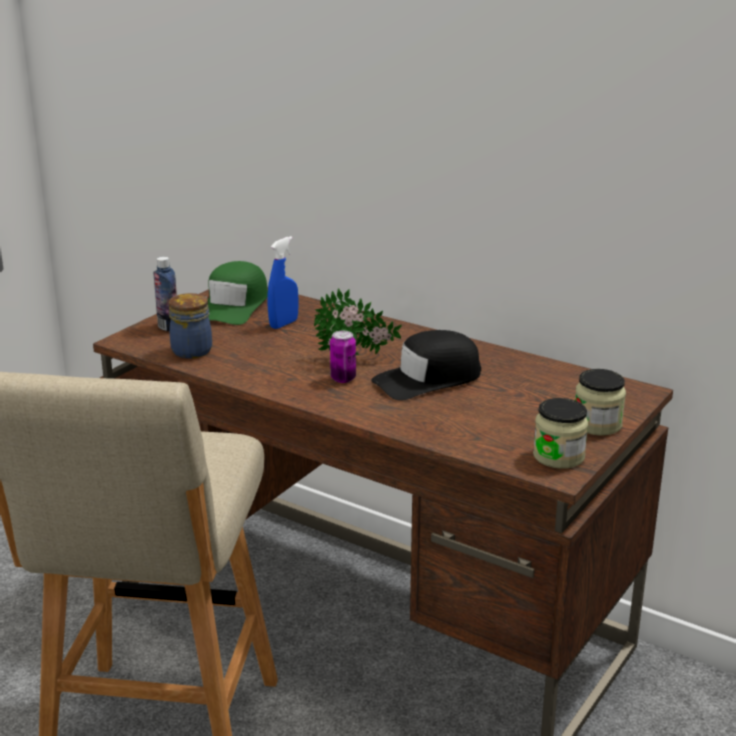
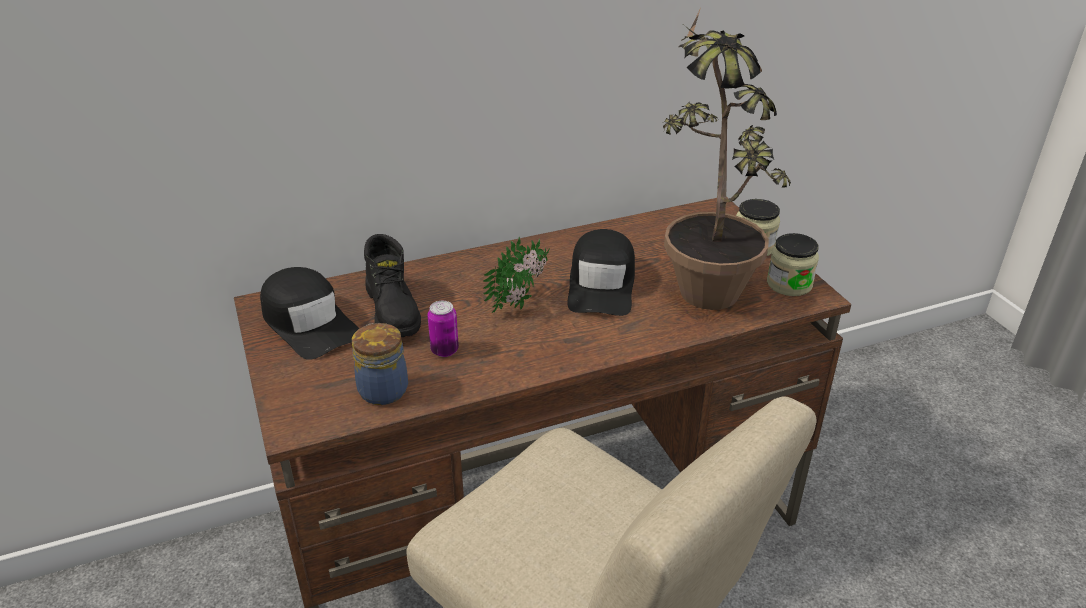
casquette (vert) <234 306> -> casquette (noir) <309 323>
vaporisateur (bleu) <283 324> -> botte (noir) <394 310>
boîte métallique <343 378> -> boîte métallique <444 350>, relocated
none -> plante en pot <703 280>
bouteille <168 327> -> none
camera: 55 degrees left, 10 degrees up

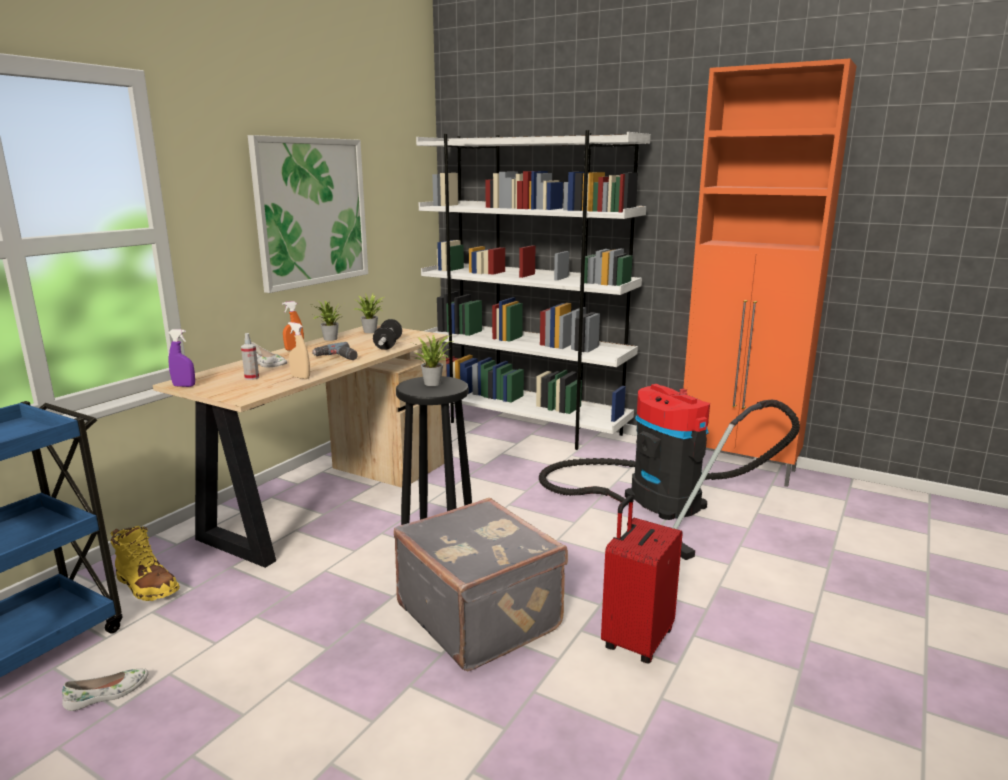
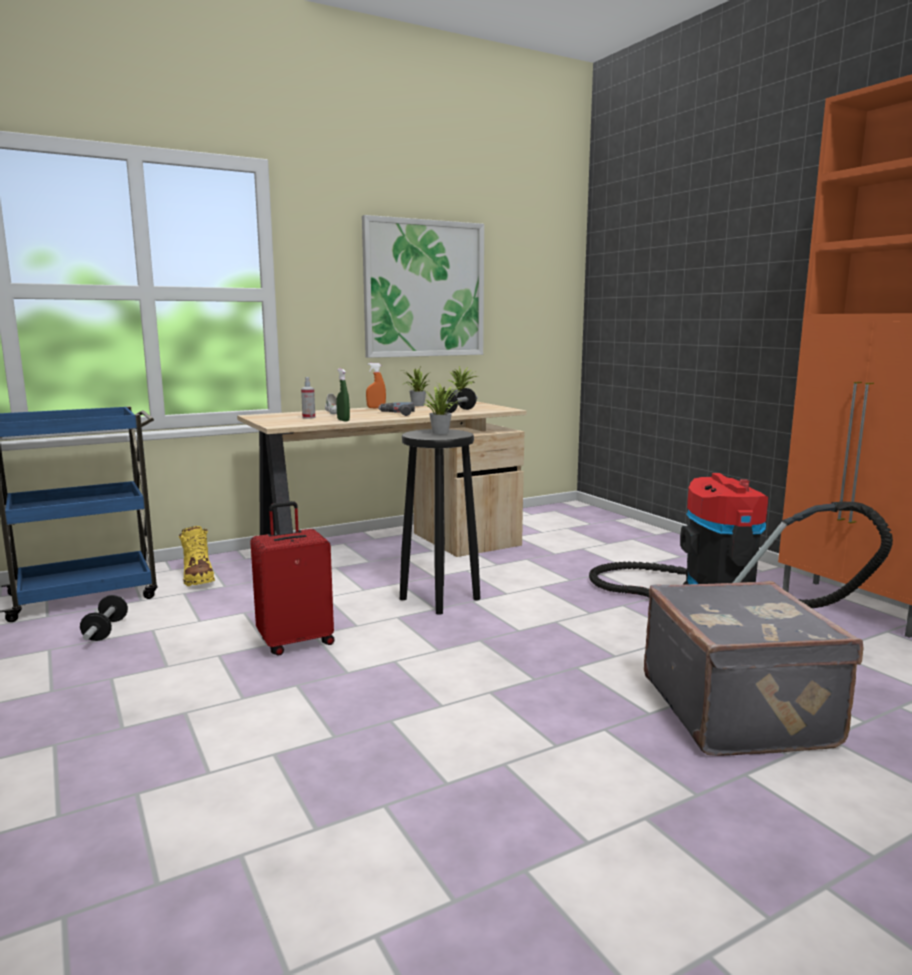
chaussure (blanc) <108 694> -> haltère <106 630>
valise (rouge) <636 640> -> valise (rouge) <296 642>, relocated
vaporisateur (beige) <300 377> -> vaporisateur (vert) <343 420>
valise (gris) <480 615> -> valise (gris) <739 710>, relocated
vaporisateur (violet) <184 386> -> none
bibliothèque (blanc) <525 426> -> none
camera: 30 degrees right, 5 degrees down

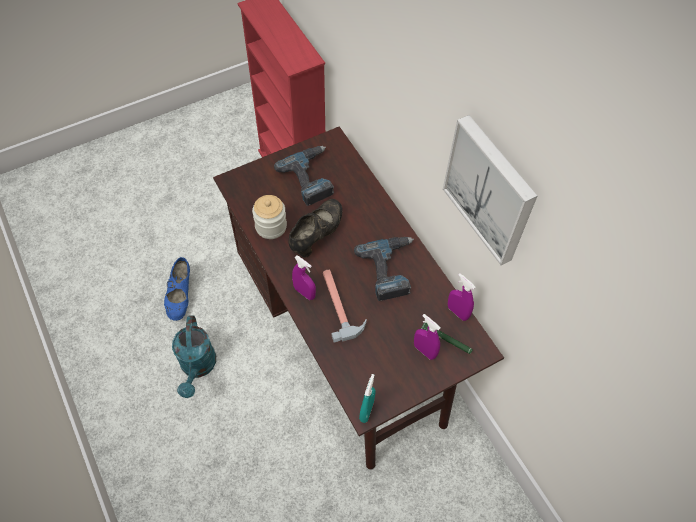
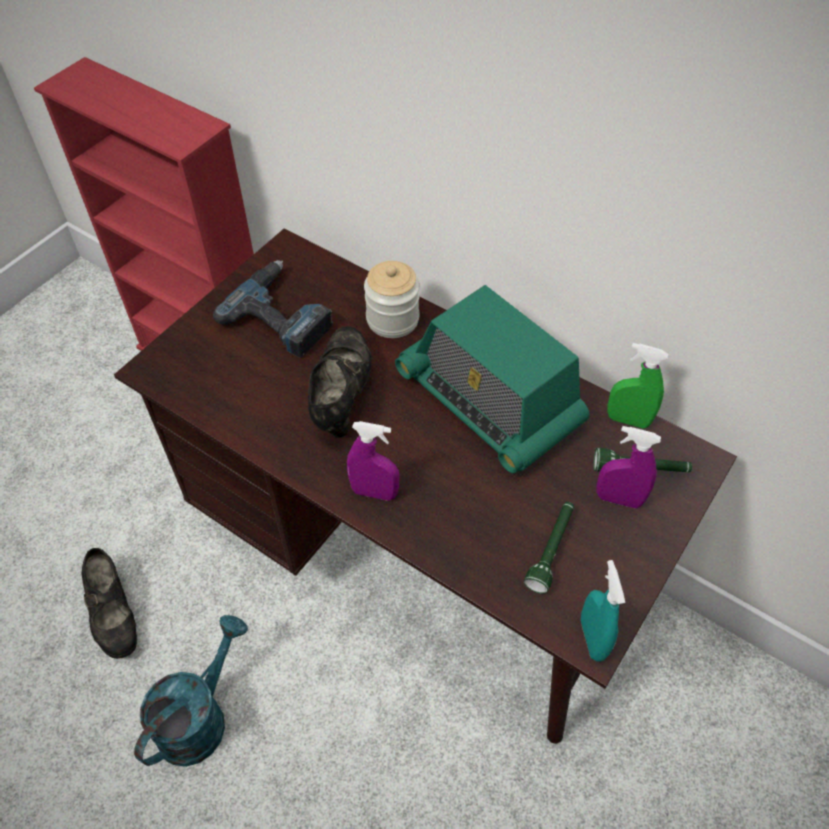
chaussure (bleu) <180 296> -> chaussure (noir) <115 615>
arrosoir (turquoise) <197 367> -> arrosoir (turquoise) <200 716>, 120 degrees counterclockwise
bocal <271 226> -> bocal <392 319>, relocated
perceuse <390 270> -> radio <489 400>
none -> lampe de poche (vert) <551 550>
vaporisateur (violet) <457 312> -> vaporisateur (vert) <628 420>
marteau <340 305> -> none
tableau <491 189> -> none
camera: 25 degrees left, 5 degrees down

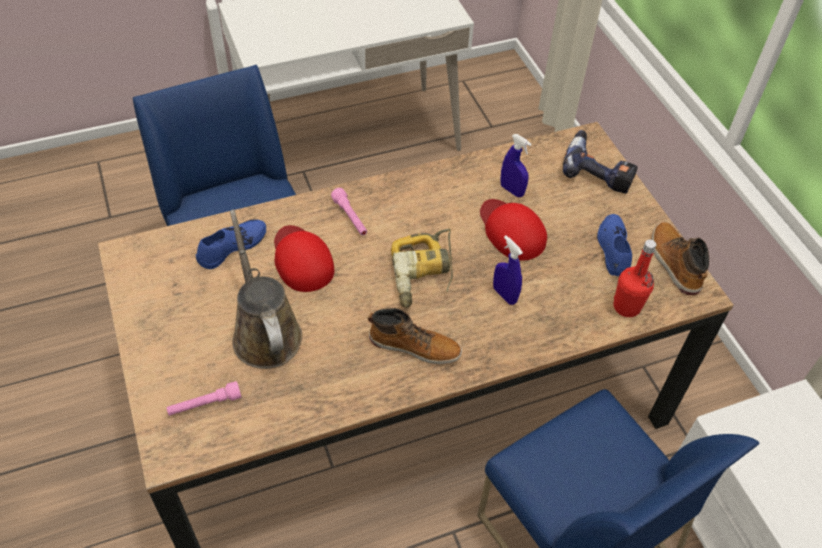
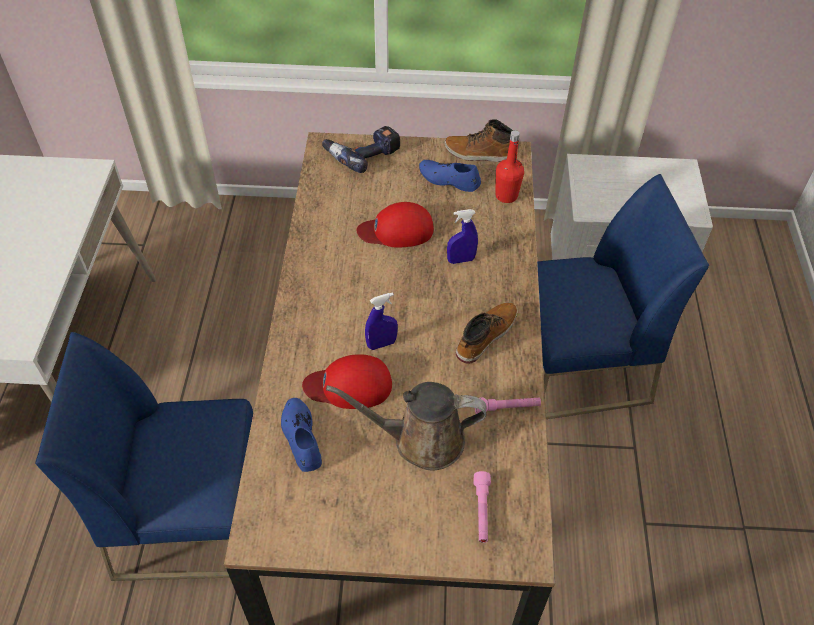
vaporisateur (bleu) <512 190> -> vaporisateur (bleu) <381 344>, relocated
lampe de poche (rose) <350 217> -> lampe de poche (rose) <507 408>, relocated
perceuse <424 274> -> none
camera: 65 degrees left, 0 degrees up

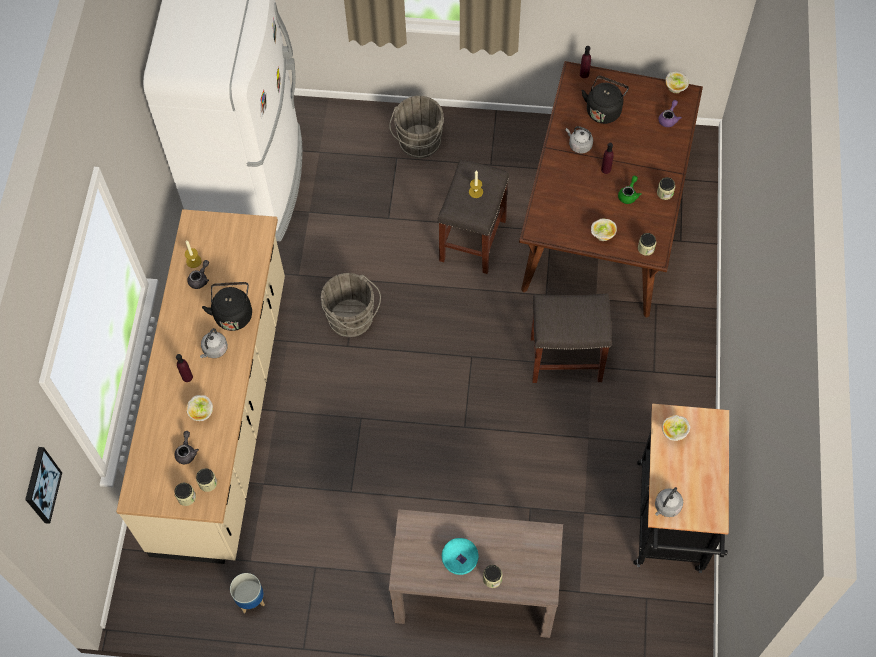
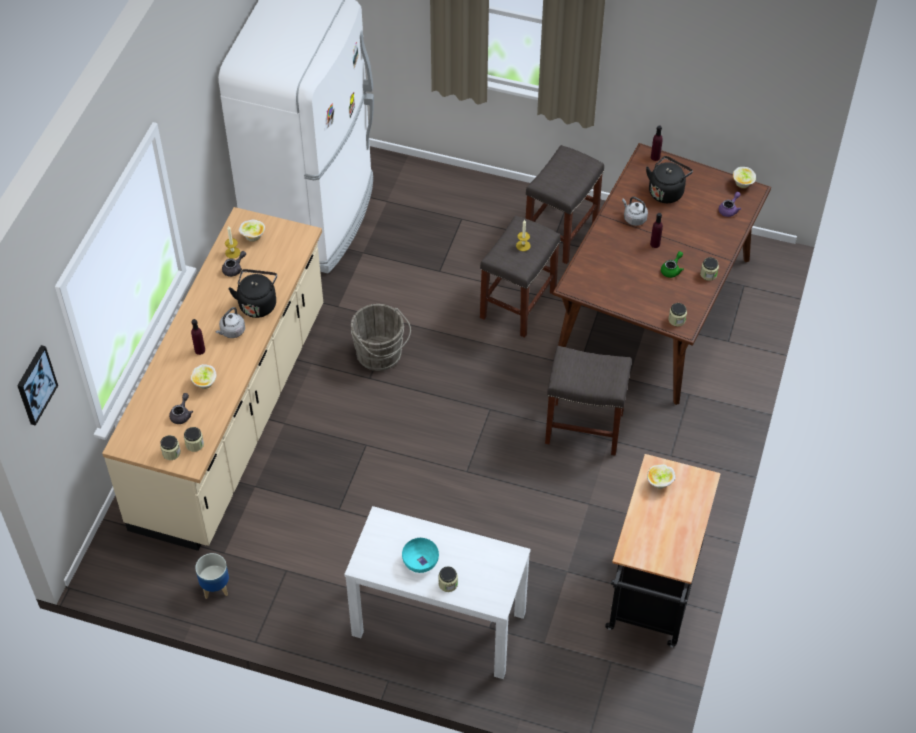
bol <602 235> -> bol <253 237>, relocated
table console (marron) <474 593> -> table console (blanc) <438 624>
none -> tabouret (gris) <561 232>
seau (gris) <418 144> -> none
bouilloire (gris) <666 507> -> none
camera: 10 degrees right, 10 degrees down

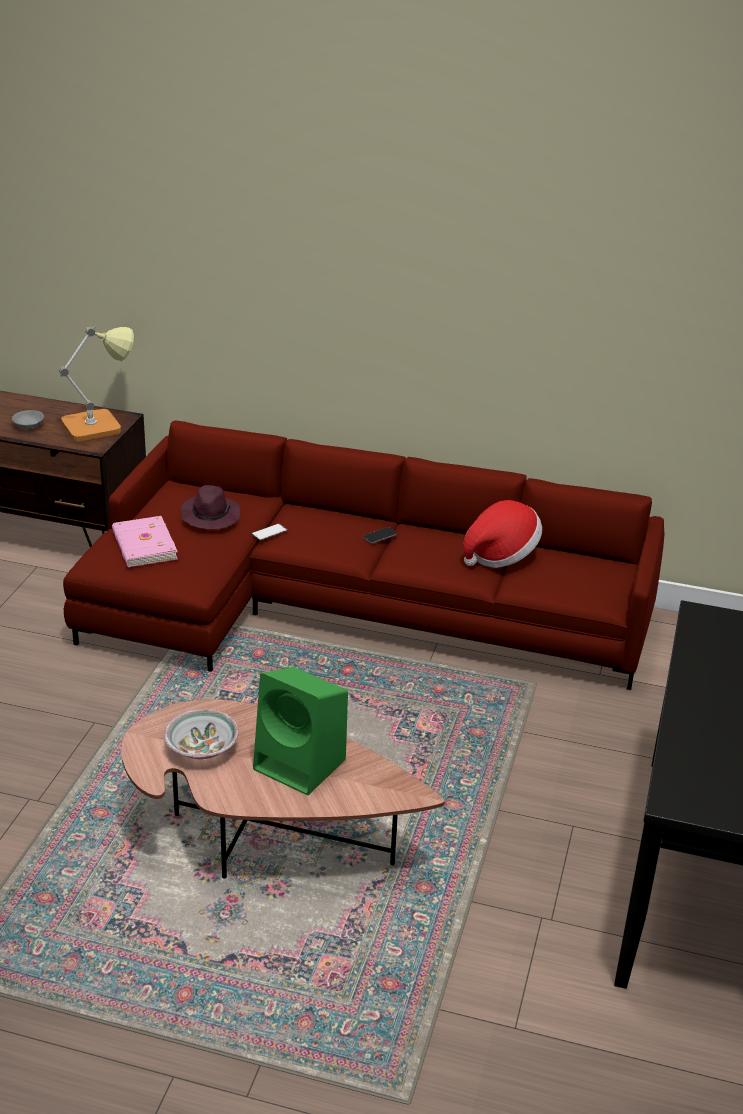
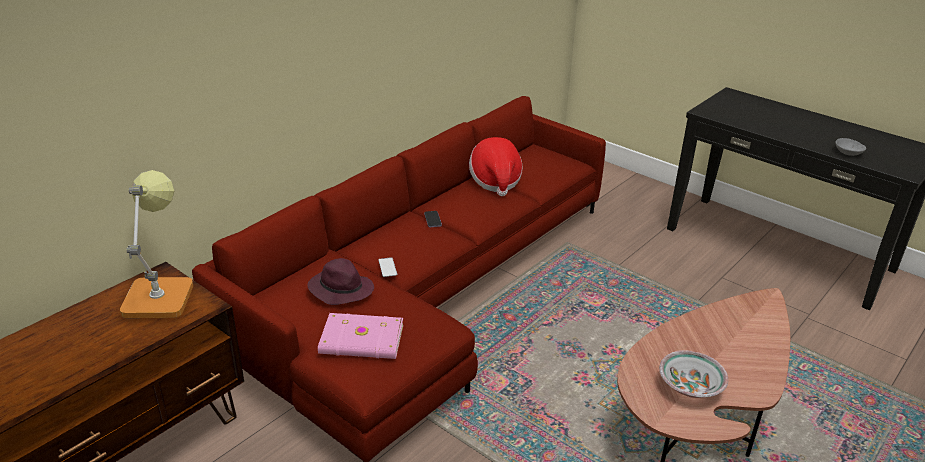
bol (gris) <28 425> -> bol (gris) <847 152>, relocated
enceinte (vert) <302 765> -> none
camera: 65 degrees left, 0 degrees up

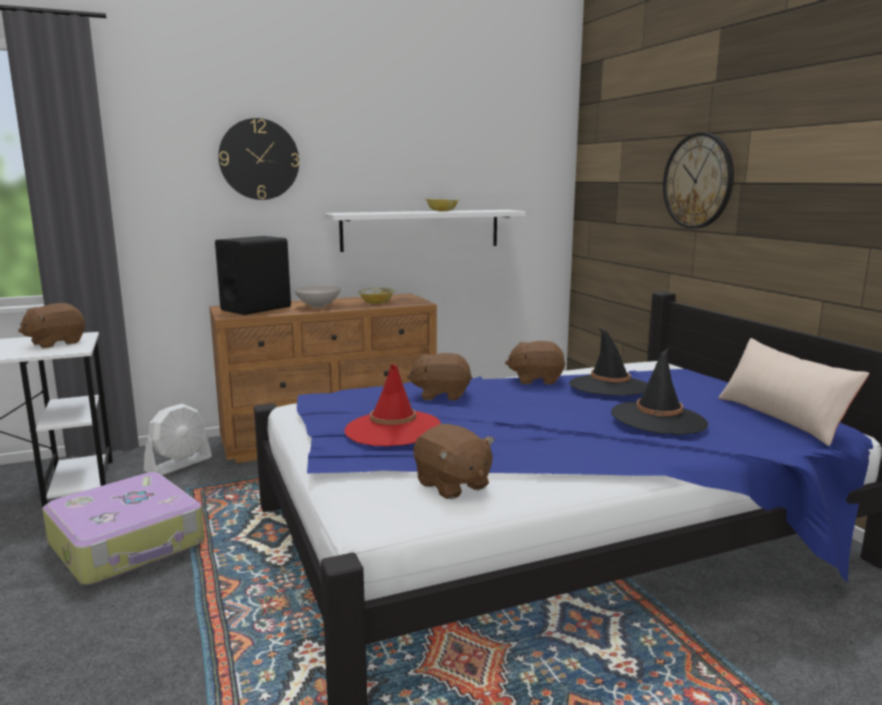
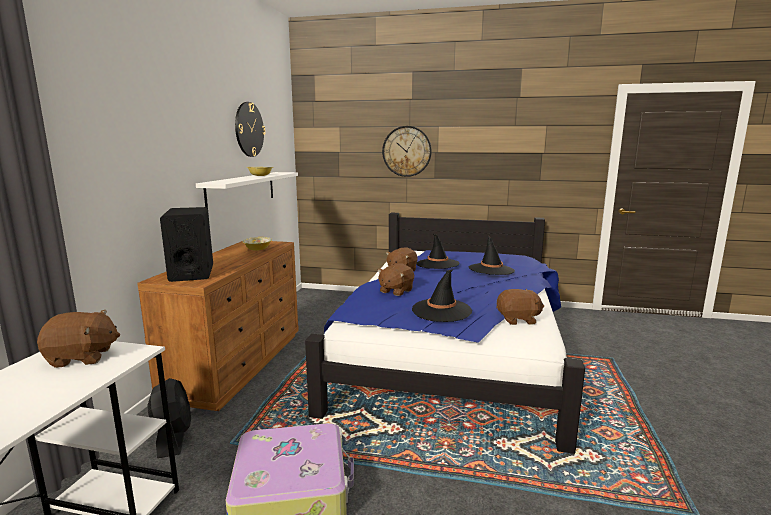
peluche (marron) <56 343> -> peluche (marron) <82 357>, 90 degrees counterclockwise
ventilateur (blanc) <179 464> -> ventilateur (noir) <173 437>
horloge murale <259 159> -> horloge murale <249 129>, relocated
chapeau (rouge) <392 429> -> chapeau (noir) <441 310>
bol (blanc) <317 306> -> none
coussin (beige) <782 418> -> none
camera: 55 degrees left, 0 degrees up

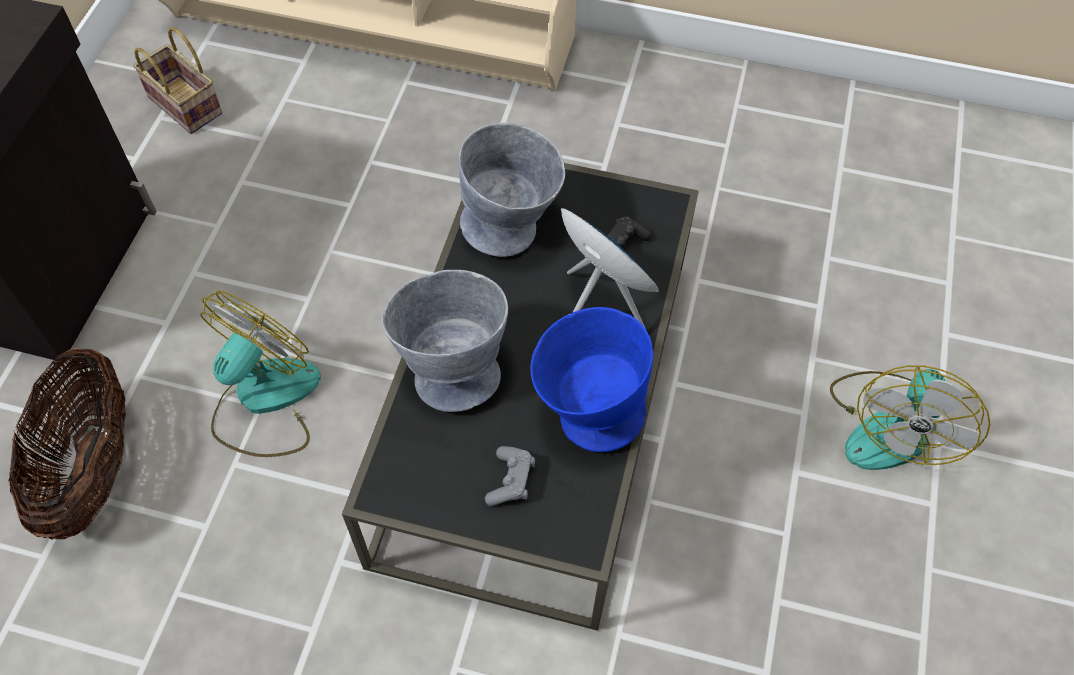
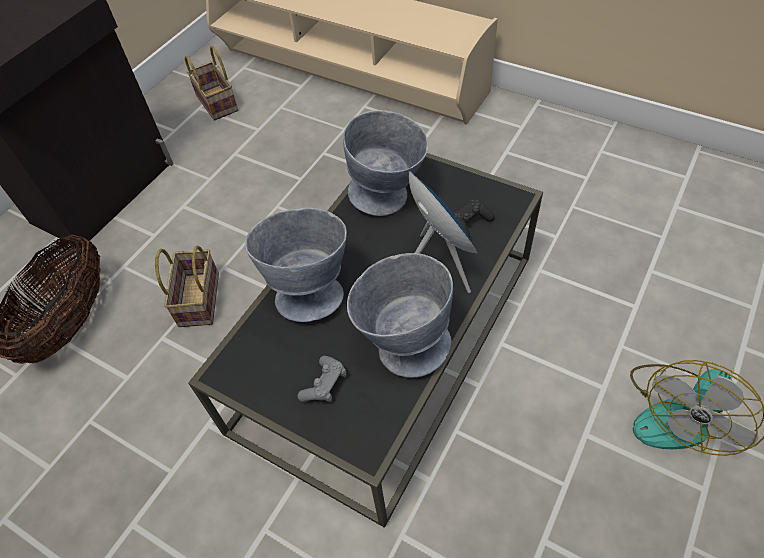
ventilateur <264 400> -> panier <198 298>
bol (bleu) <586 412> -> bol (gris) <402 343>
camera: 20 degrees right, 5 degrees down

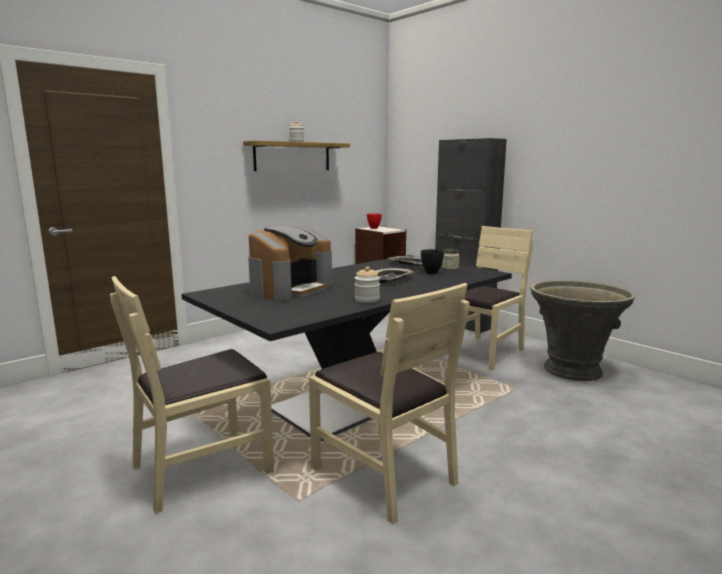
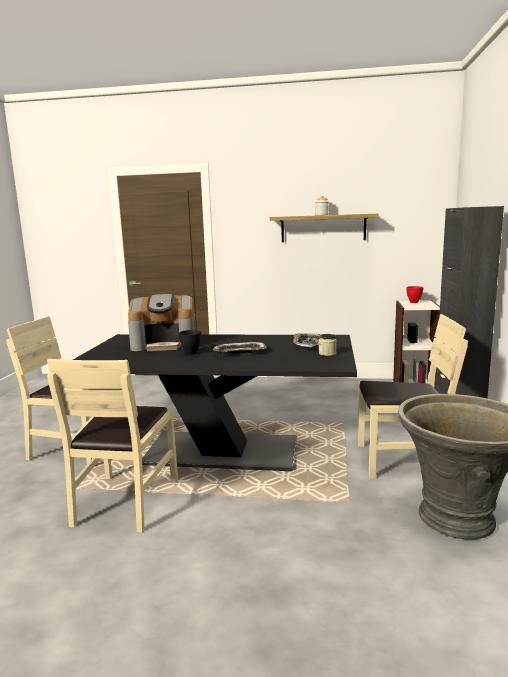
bol (noir) <432 273> -> bol (noir) <191 353>, relocated
bocal <367 300> -> none
camera: 50 degrees right, 0 degrees up

